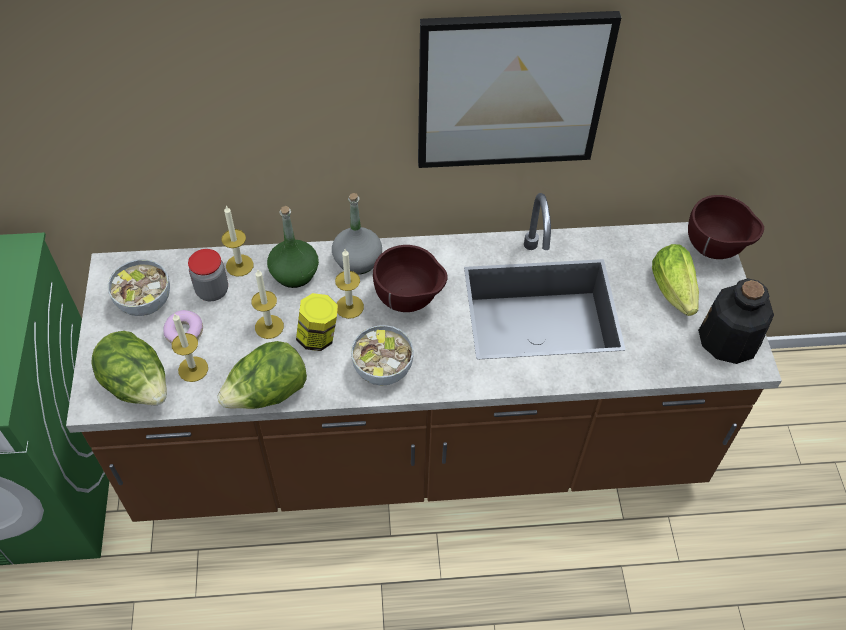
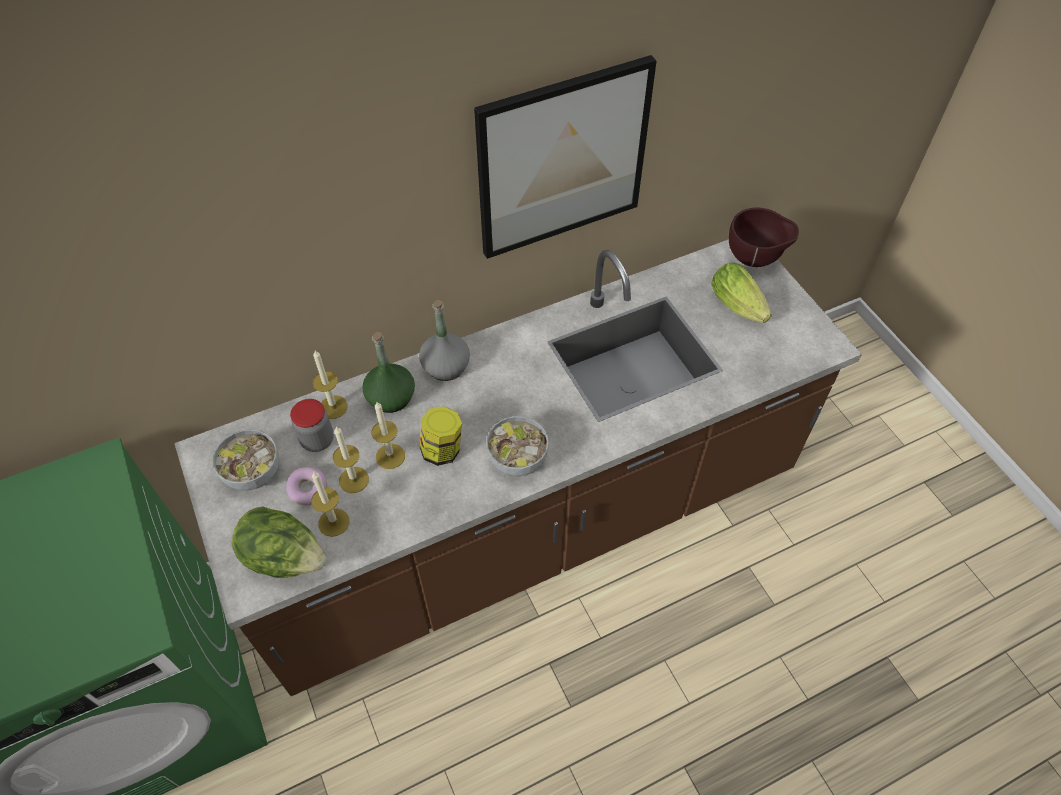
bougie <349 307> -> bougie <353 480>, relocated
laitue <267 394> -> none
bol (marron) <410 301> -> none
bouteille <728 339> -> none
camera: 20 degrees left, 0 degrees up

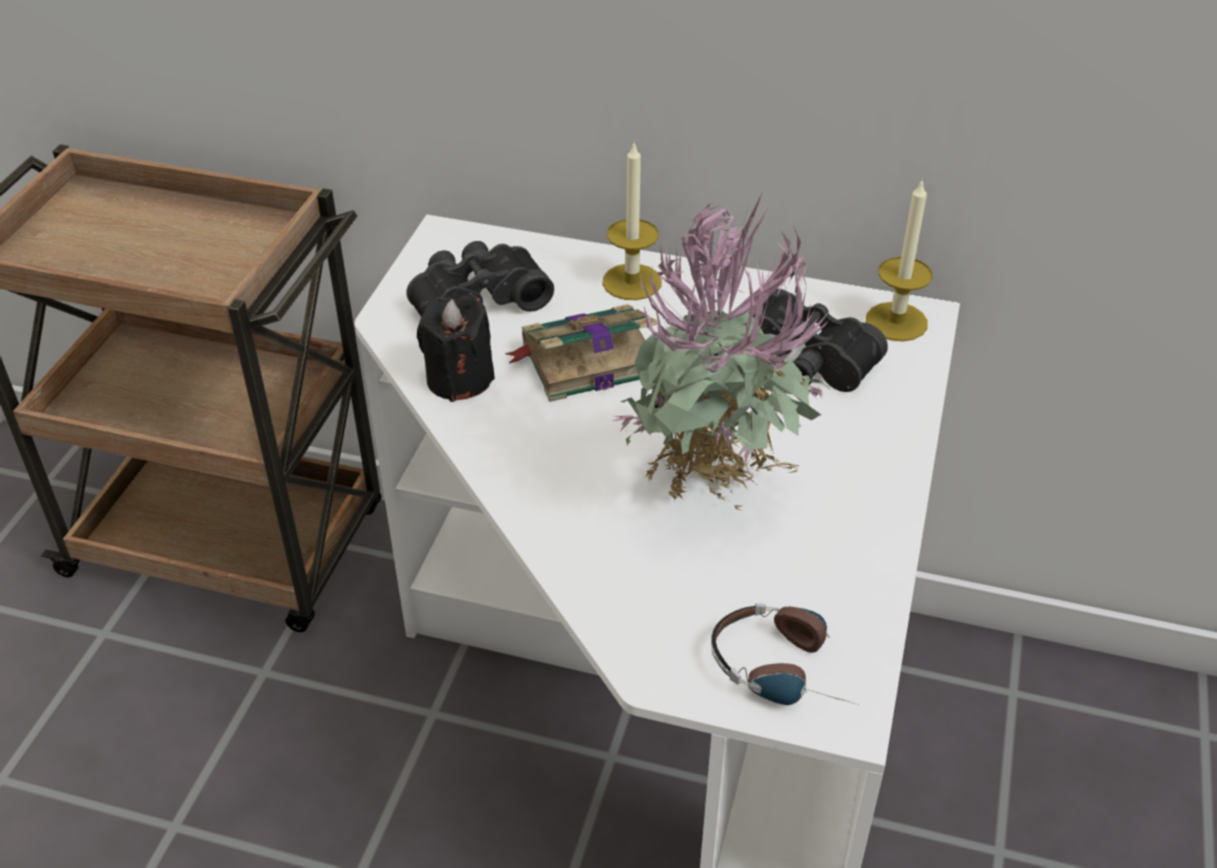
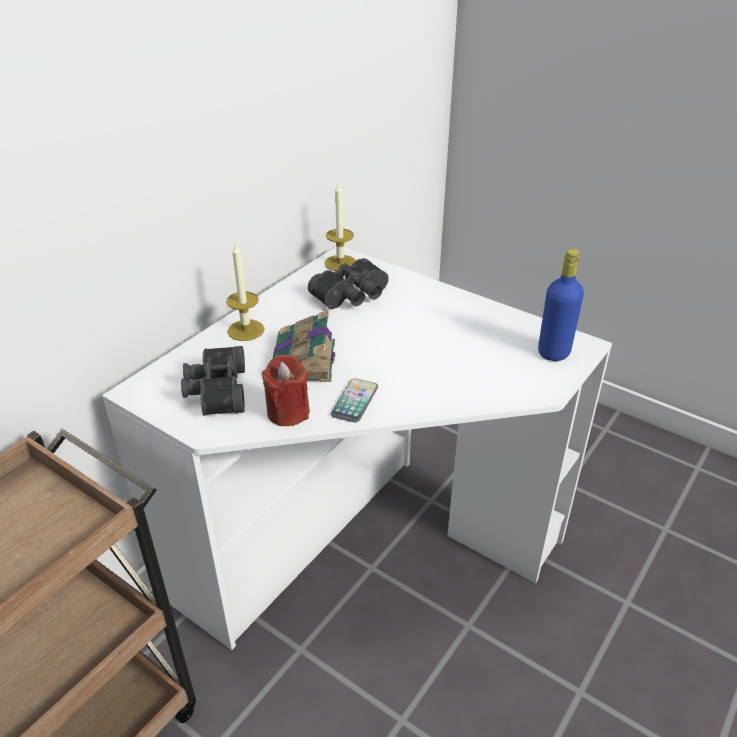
bougie (noir) <459 379> -> bougie (rouge) <288 412>
none -> téléphone <355 401>
casque audio <788 668> -> bouteille (bleu) <553 352>
plante en pot <714 498> -> none
camera: 70 degrees left, 5 degrees down

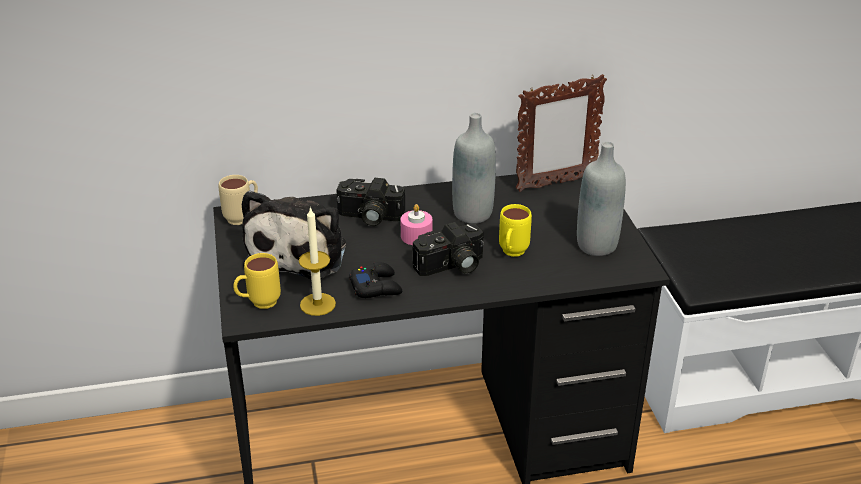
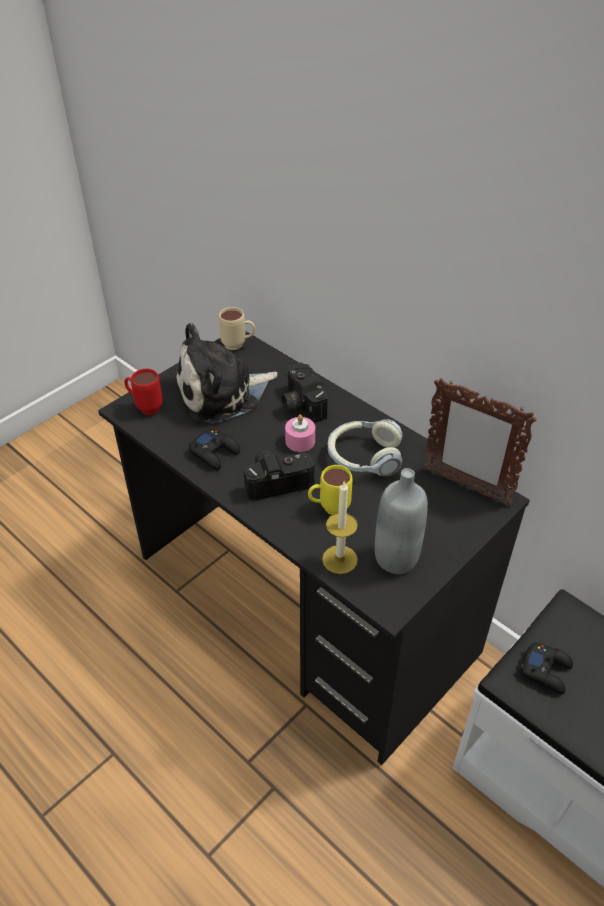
mug (jaune) <258 304> -> mug (rouge) <145 407>
appareil photo <451 266> -> appareil photo <277 481>, 135 degrees clockwise
bougie <317 304> -> bougie <339 559>, relocated
bouteille (gris) <472 214> -> casque audio <364 457>
none -> manette (noir) <546 671>
camera: 55 degrees right, 10 degrees up

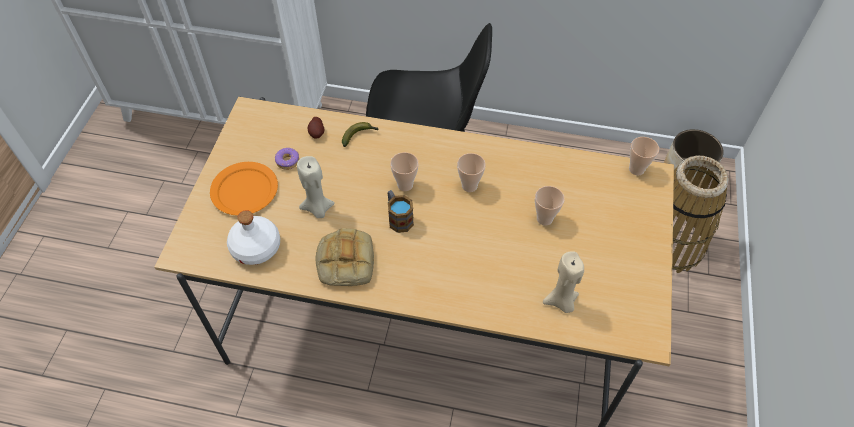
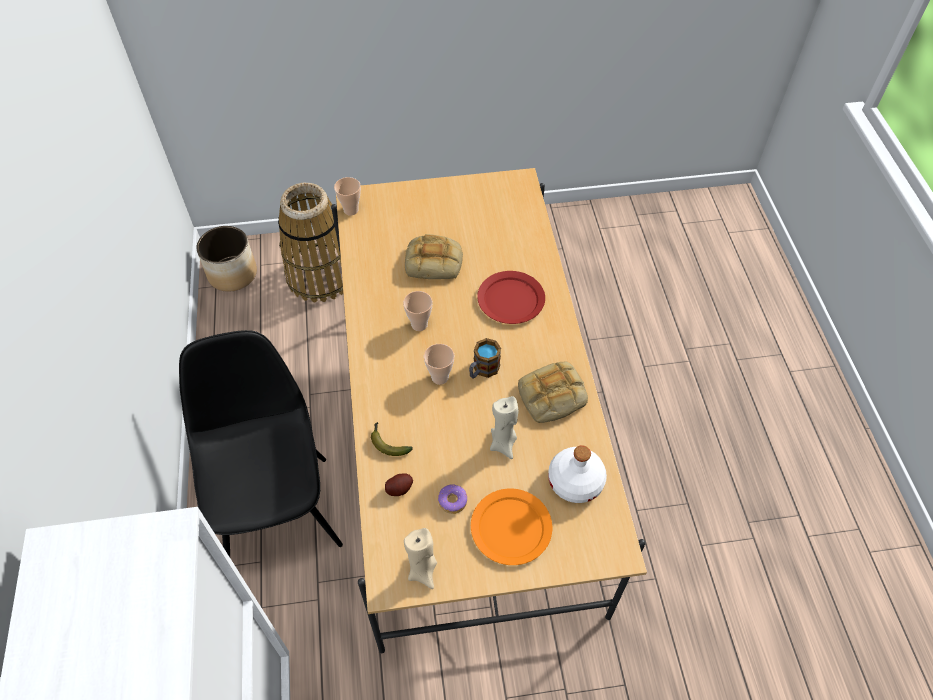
bougie (beige) <561 302> -> bougie (beige) <423 571>, relocated
tasse <544 219> -> pain <435 261>
none -> assiette (rouge) <511 300>
camera: 110 degrees left, 0 degrees up

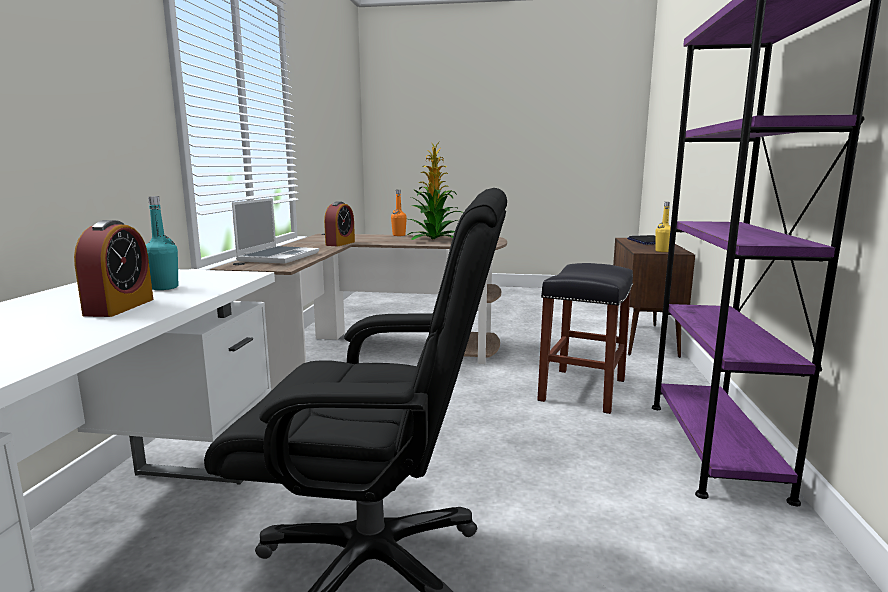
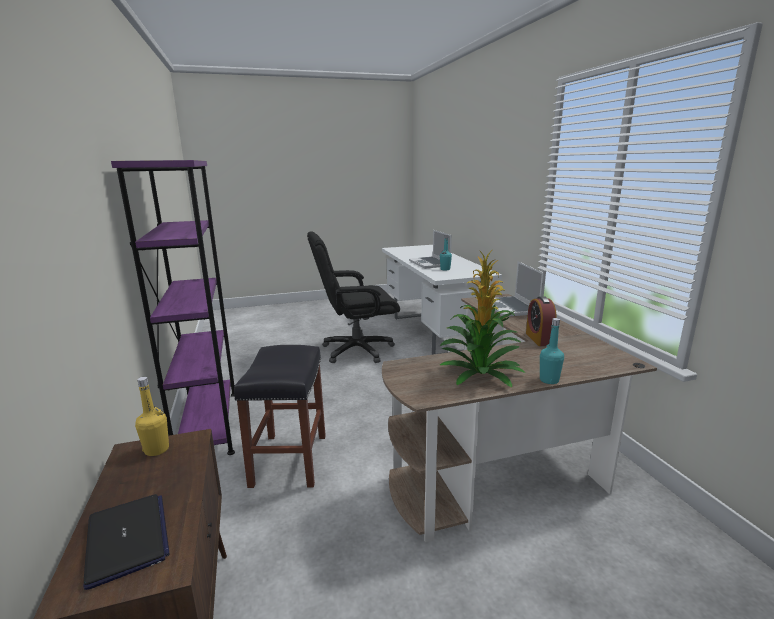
réveil <119 307> -> ordinateur portable <430 263>
bouteille (orange) <399 235> -> bouteille (turquoise) <549 380>
camera: 155 degrees right, 5 degrees up

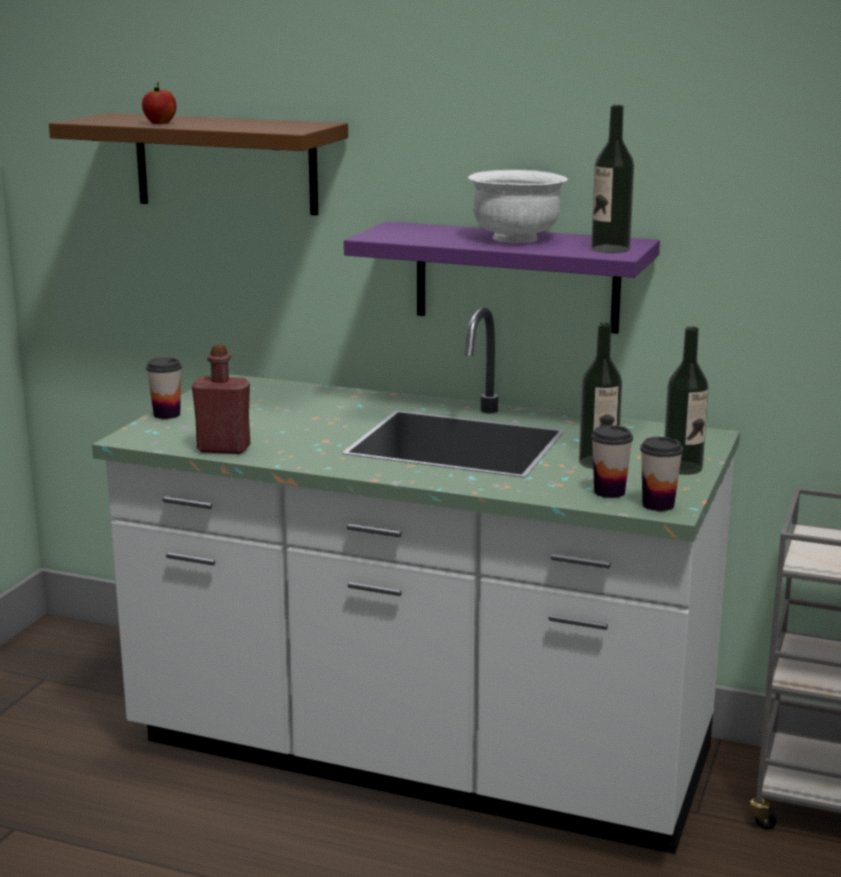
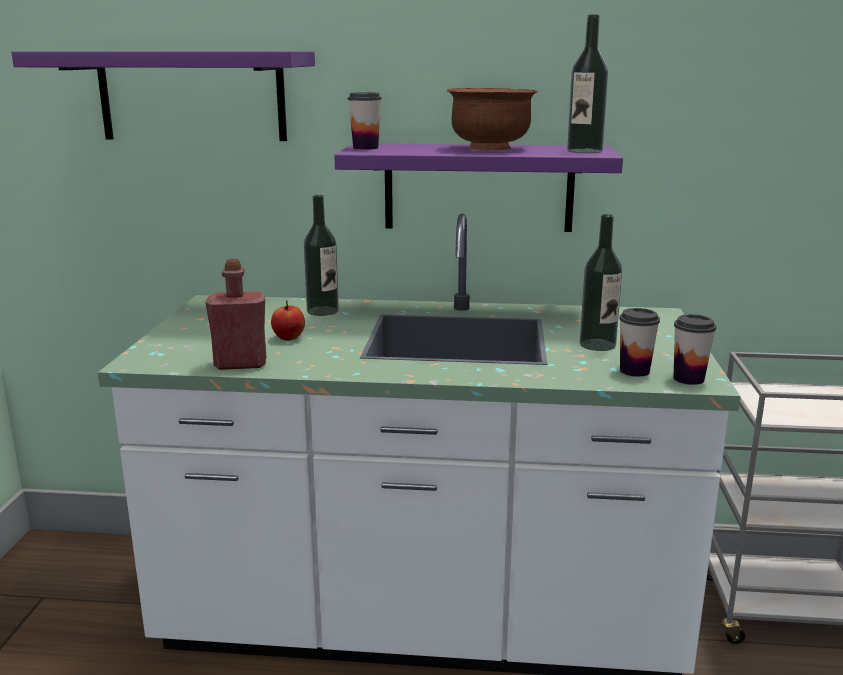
étagère (marron) <225 163> -> étagère (violet) <192 96>
pomme <160 123> -> pomme <288 338>, relocated
bouteille <682 468> -> bouteille <322 311>, relocated
tasse <167 414> -> tasse <365 148>, relocated
bol (blanc) <516 238> -> bol (marron) <490 148>
camera: 15 degrees left, 0 degrees up

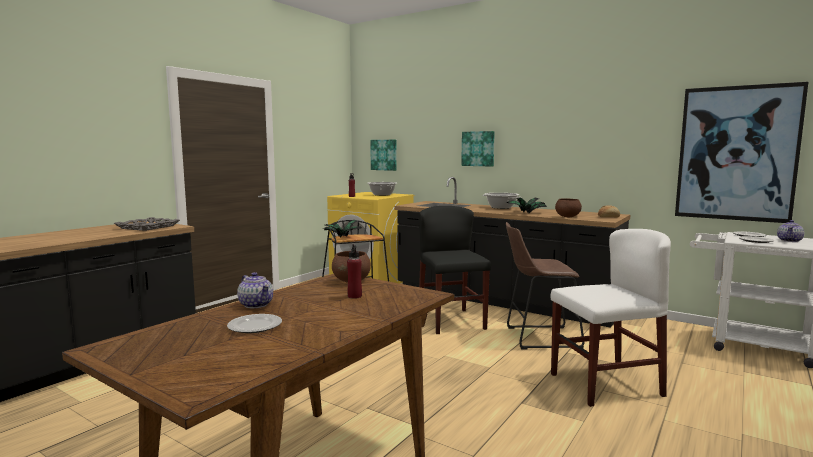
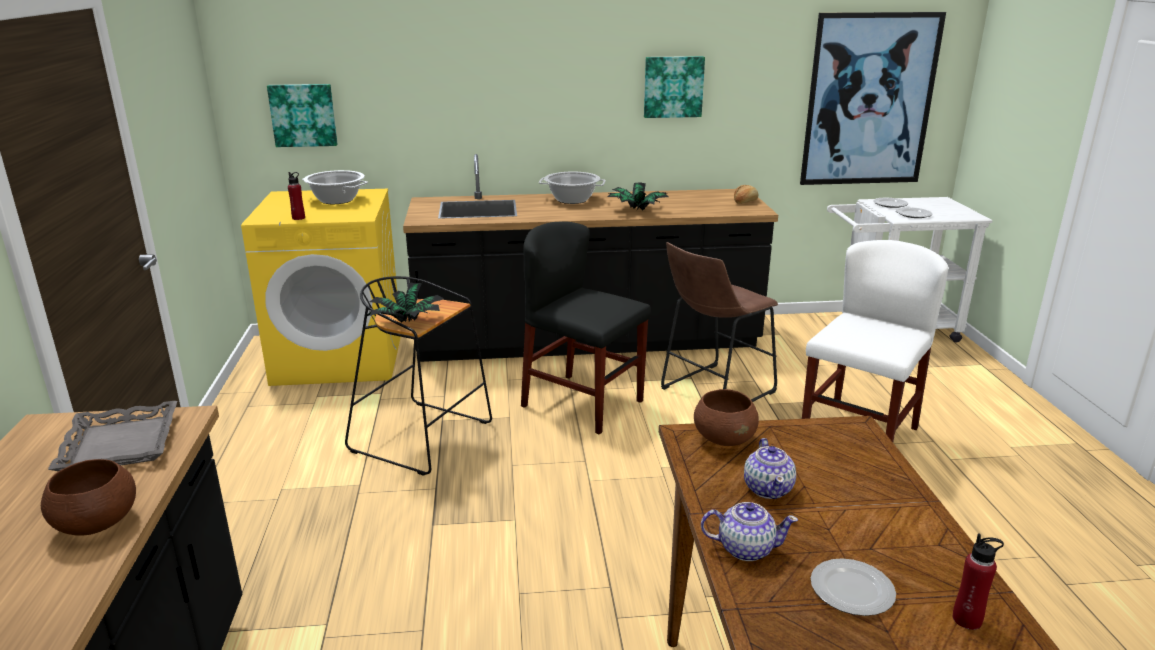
bol (marron) <567 217> -> bol (marron) <96 524>, relocated
tableau <478 148> -> tableau <673 86>, relocated
théière <789 240> -> théière <768 488>, relocated
bouteille (rouge) <354 296> -> bouteille (rouge) <967 619>, relocated
camera: 40 degrees left, 15 degrees up

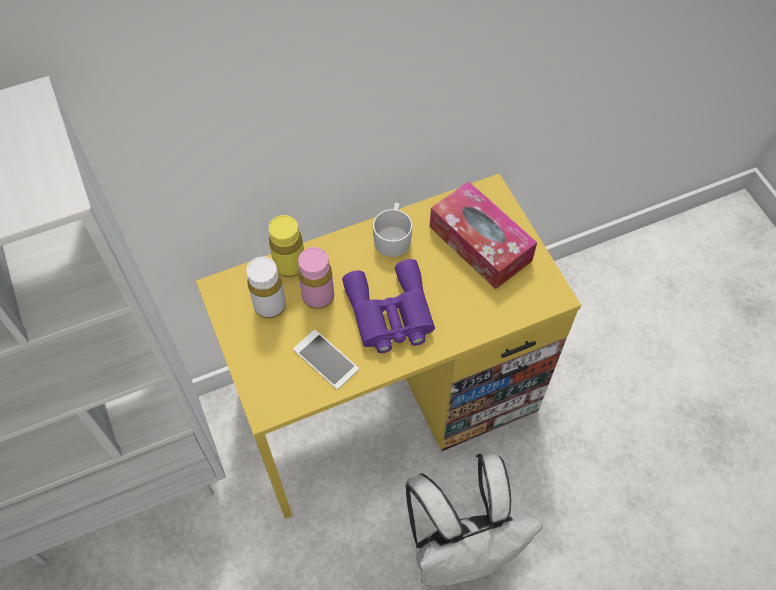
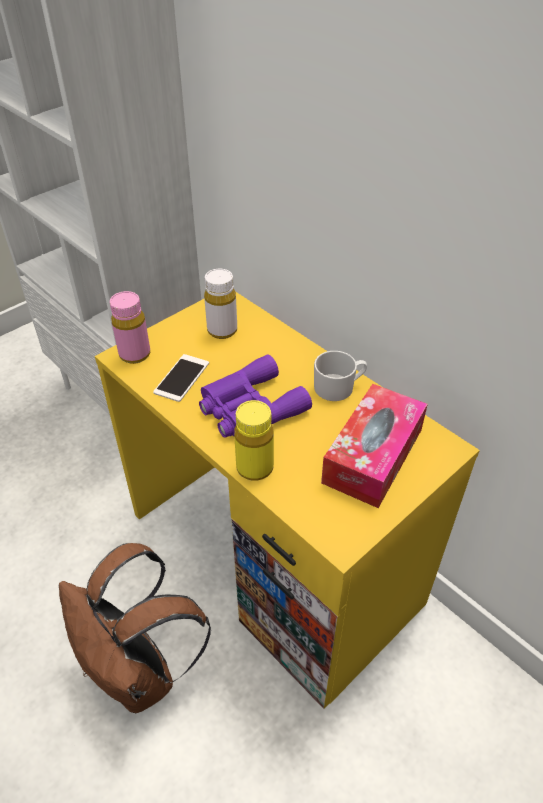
sac à dos (blanc) <460 549> -> sac à dos (marron) <140 672>
bouteille (rose) <318 296> -> bouteille (rose) <135 354>, relocated
bouteille (jaune) <290 265> -> bouteille (jaune) <255 468>, relocated
camera: 70 degrees right, 15 degrees down

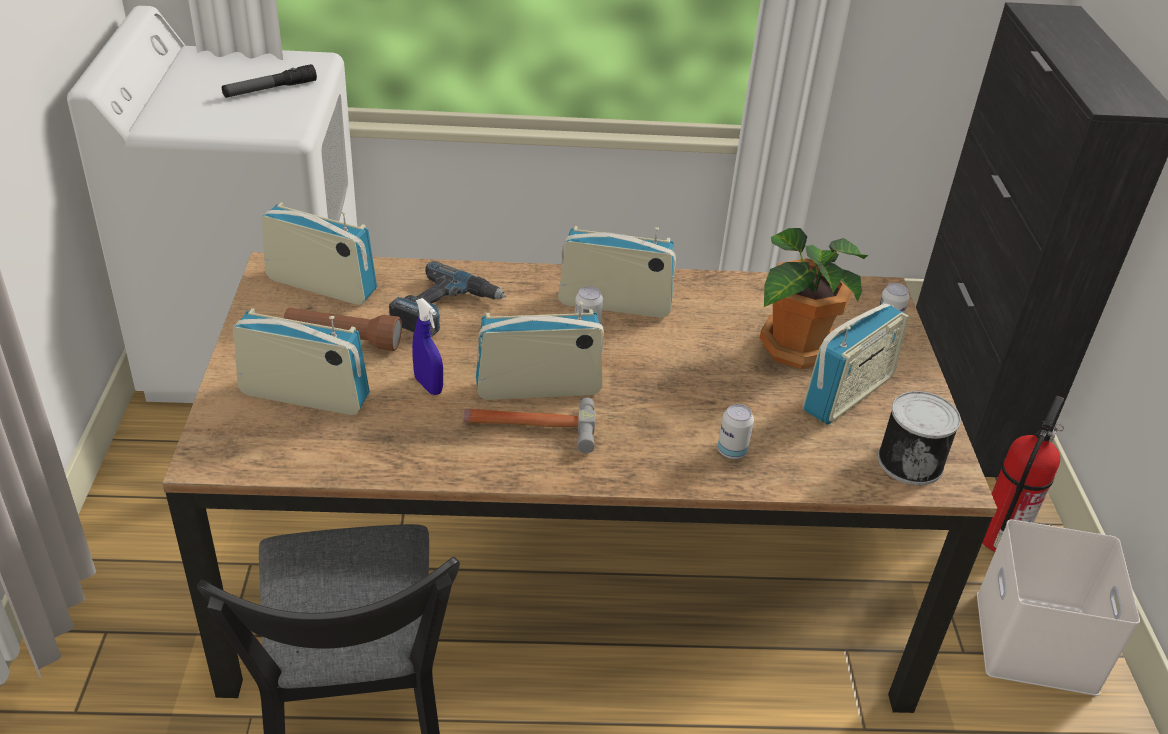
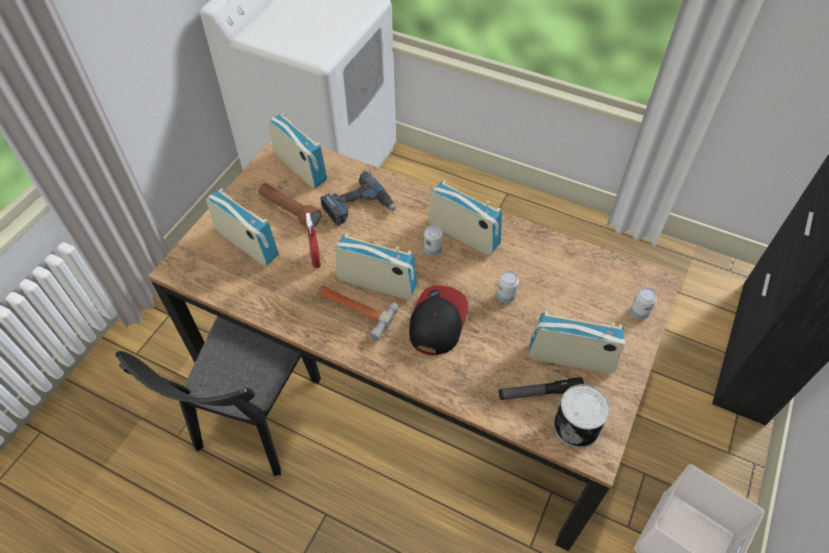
vaporisateur (bleu) <428 385> -> vaporisateur (rouge) <316 259>
none -> casquette <437 321>
boîte métallique <732 451> -> boîte métallique <506 296>, relocated
lampe de poche <270 89> -> lampe de poche <540 393>, relocated
radio <848 394> -> radio <571 358>, 150 degrees counterclockwise
plante en pot <793 348> -> none
extincteur <1000 536> -> none
camera: 30 degrees right, 15 degrees up

